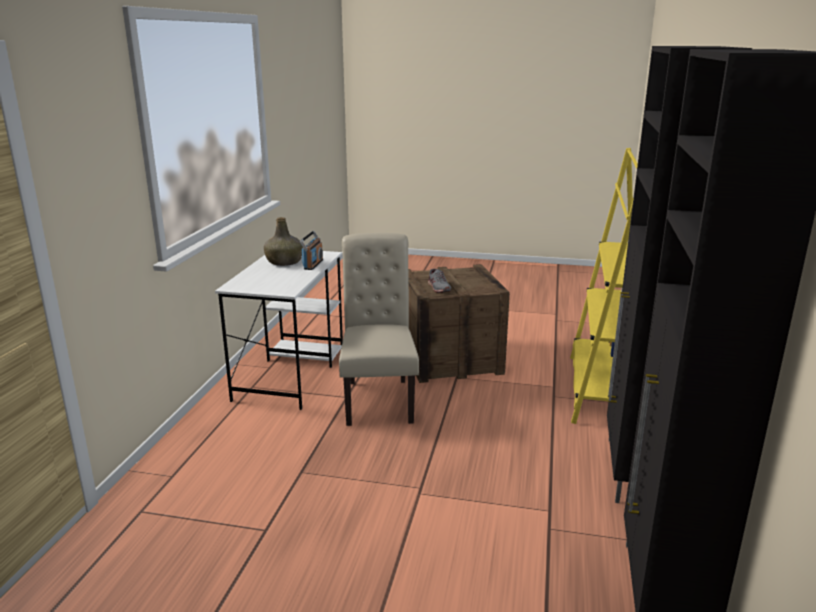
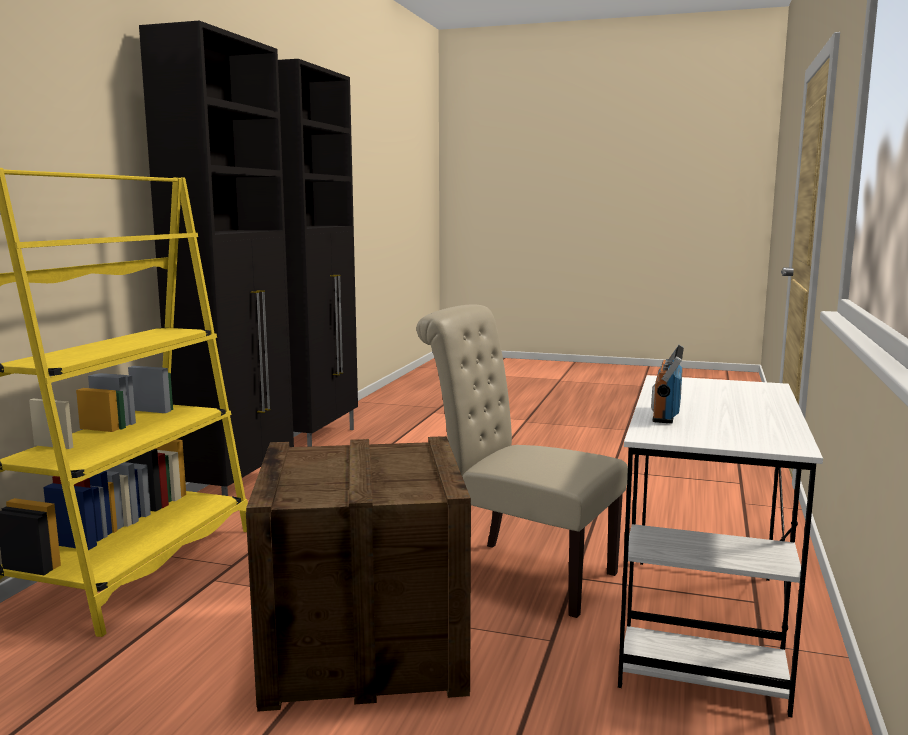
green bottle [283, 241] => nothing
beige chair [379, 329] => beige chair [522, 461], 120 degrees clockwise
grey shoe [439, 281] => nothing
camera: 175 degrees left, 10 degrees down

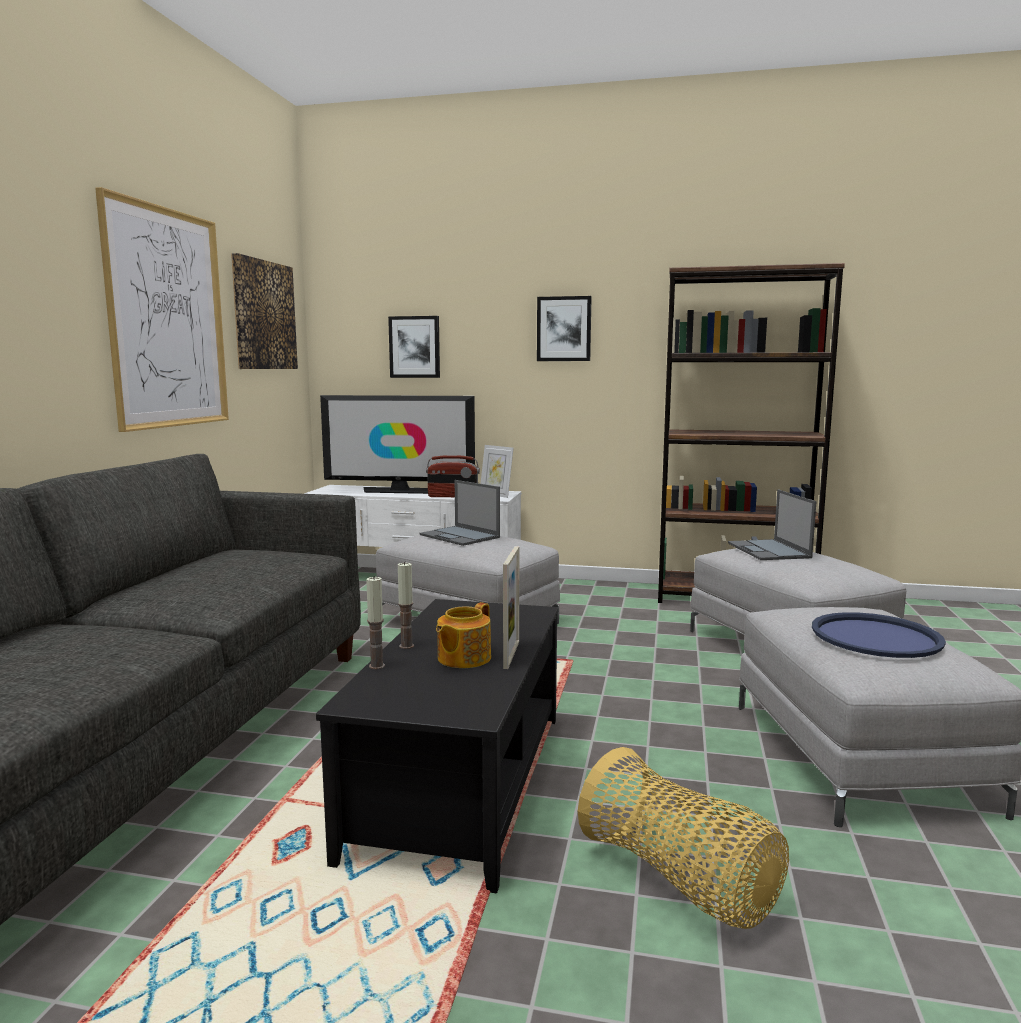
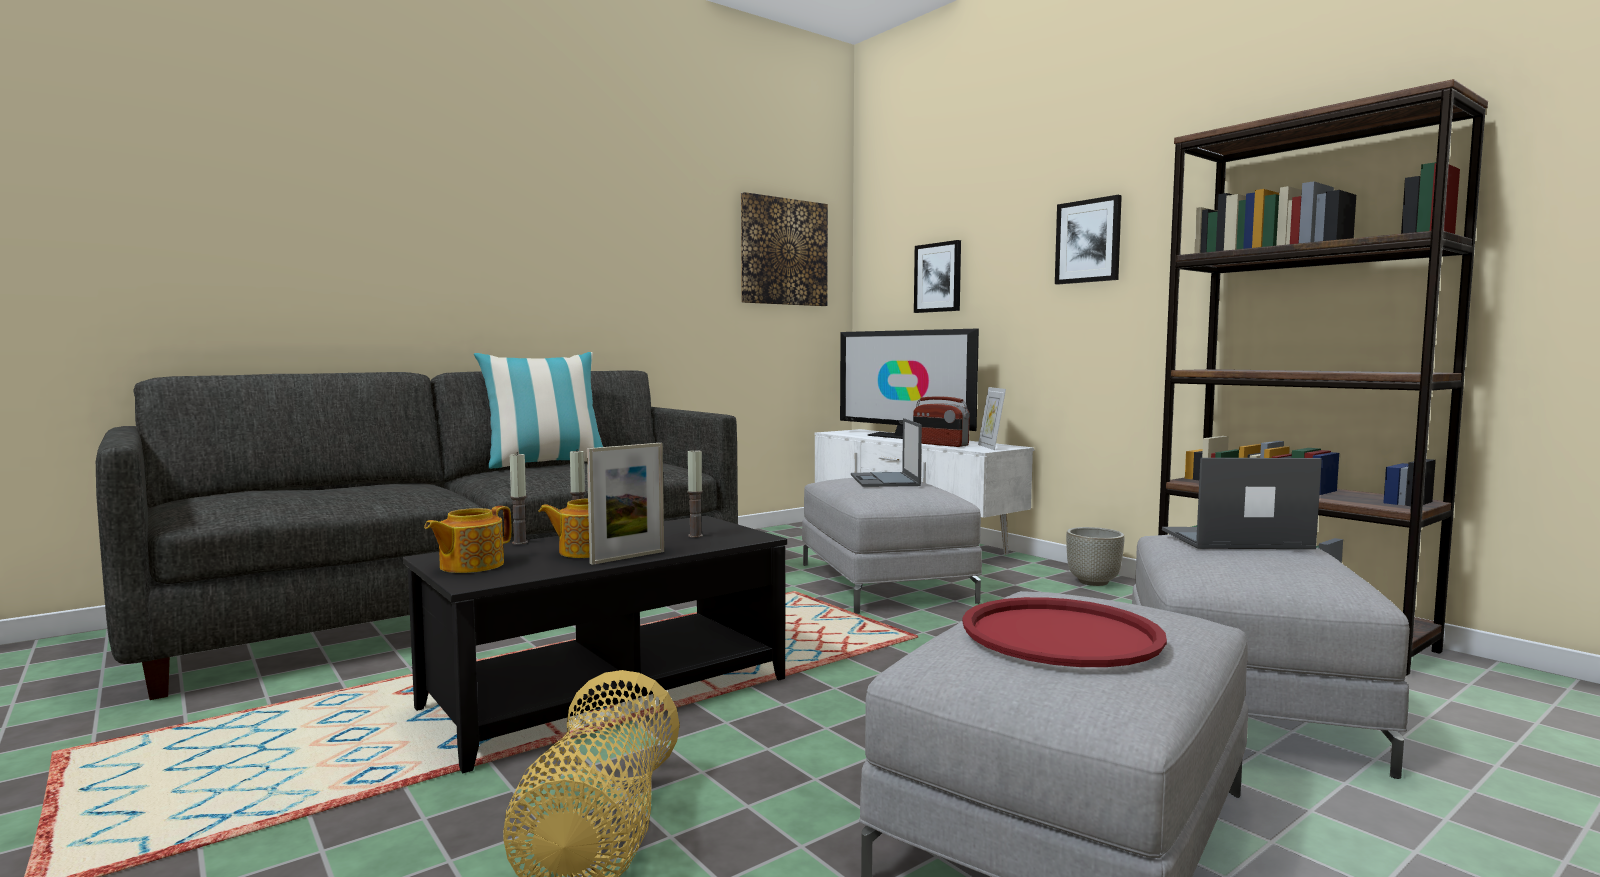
picture [162, 309] => nothing
laptop [772, 524] => laptop [1242, 503], 60 degrees clockwise
blue tray [879, 635] => red tray [1064, 632]
nothing => pillow [538, 410]
nothing => candle [695, 493]
nothing => teapot [467, 539]
nothing => grey planter [1095, 556]
camera: 40 degrees right, 5 degrees down

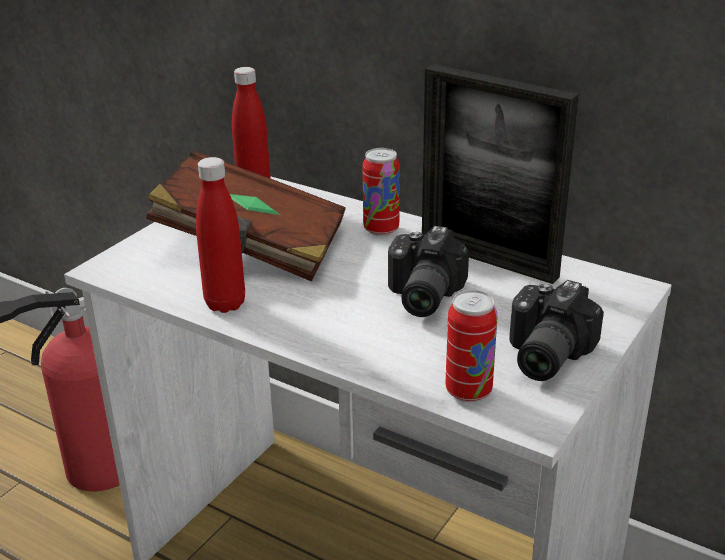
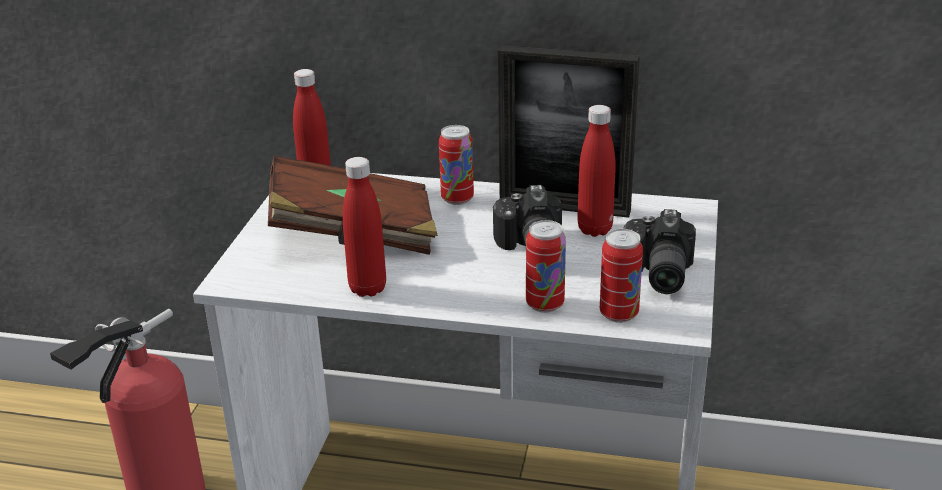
nothing => red bottle [596, 171]
nothing => can [546, 266]
camera: 20 degrees left, 0 degrees up

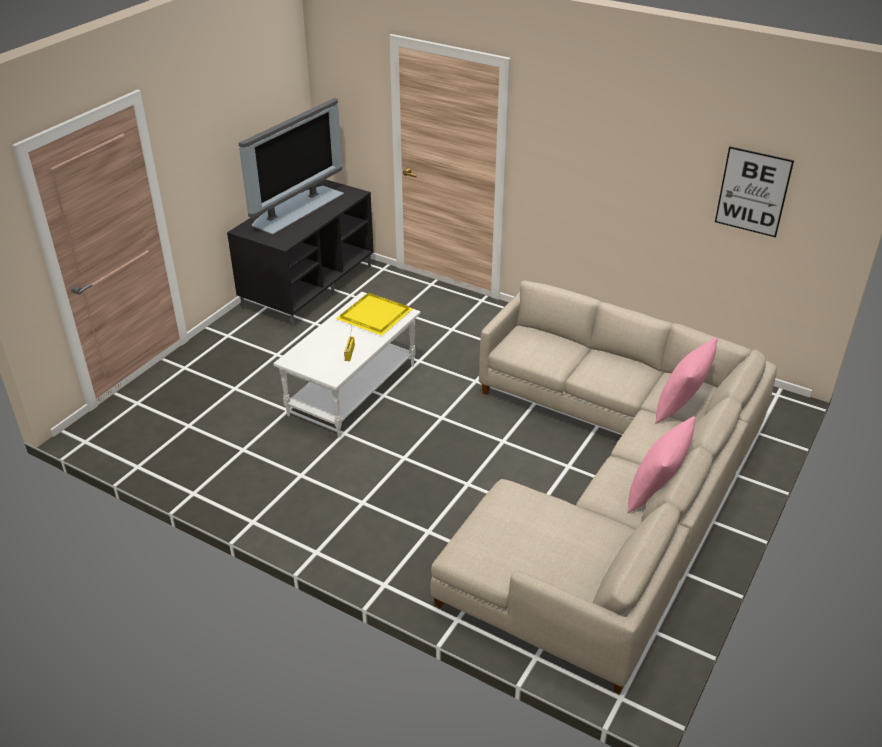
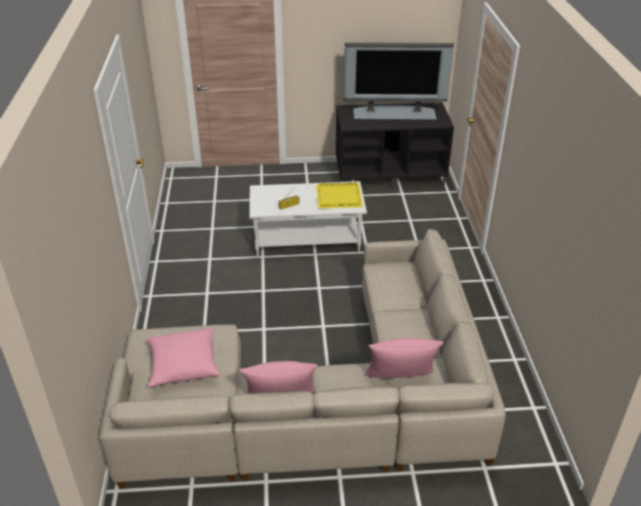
picture [754, 191] => nothing
nothing => pink pillow [183, 357]
camera: 55 degrees right, 0 degrees up

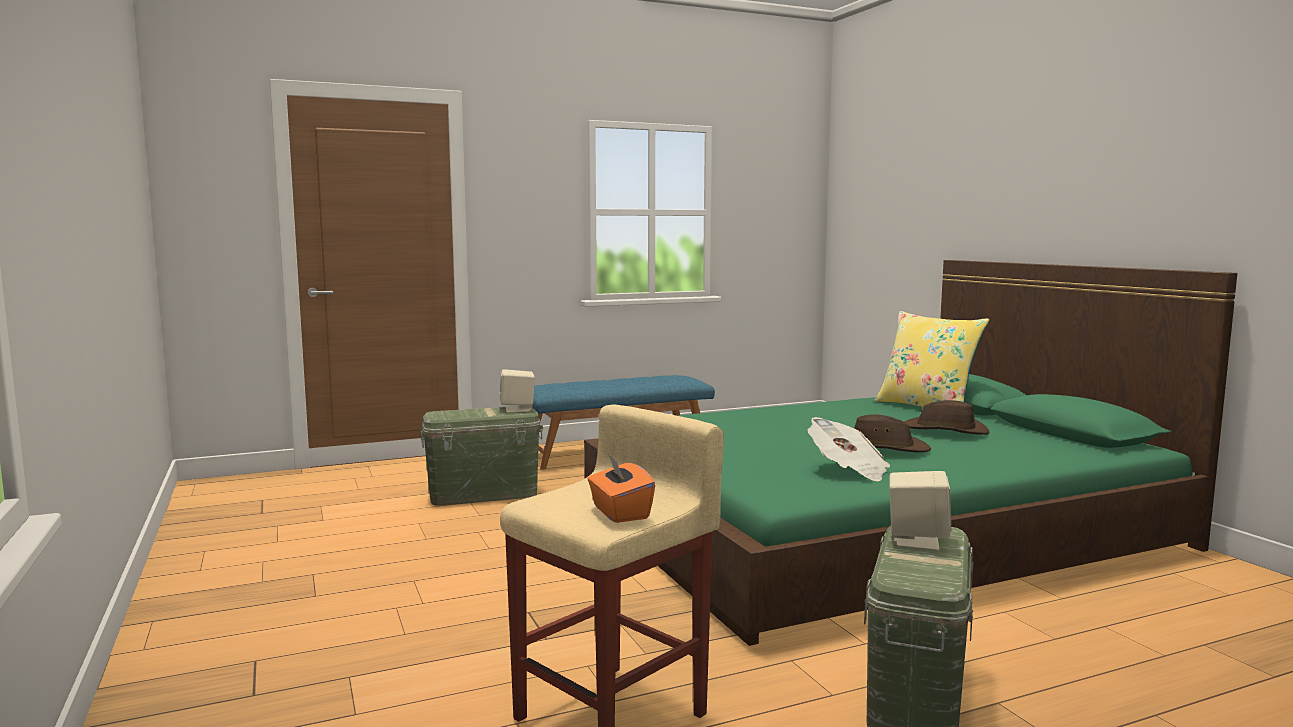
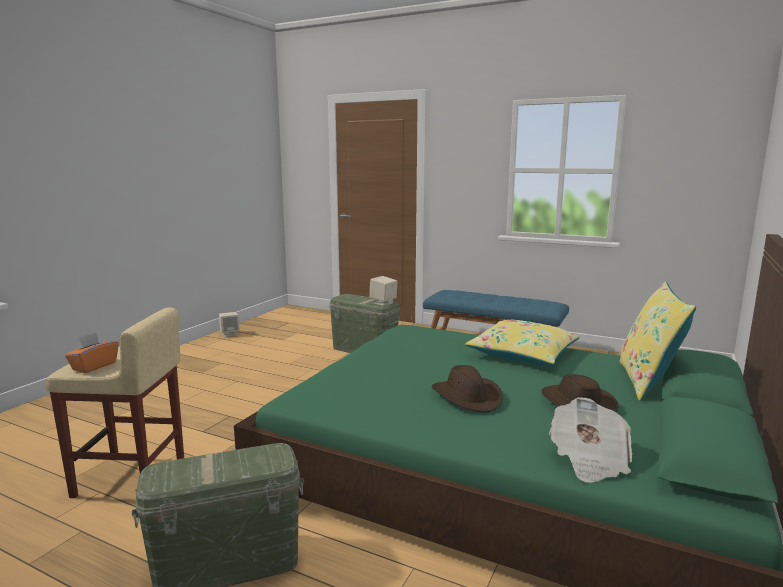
newspaper [849, 449] => newspaper [590, 440], shifted
beige speaker [920, 511] => beige speaker [229, 324], shifted
nothing => yellow pillow [522, 342]
camera: 50 degrees right, 5 degrees up

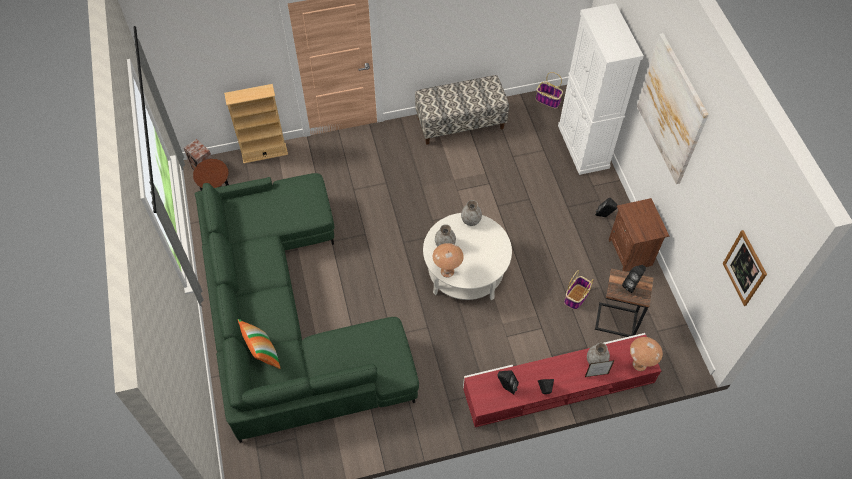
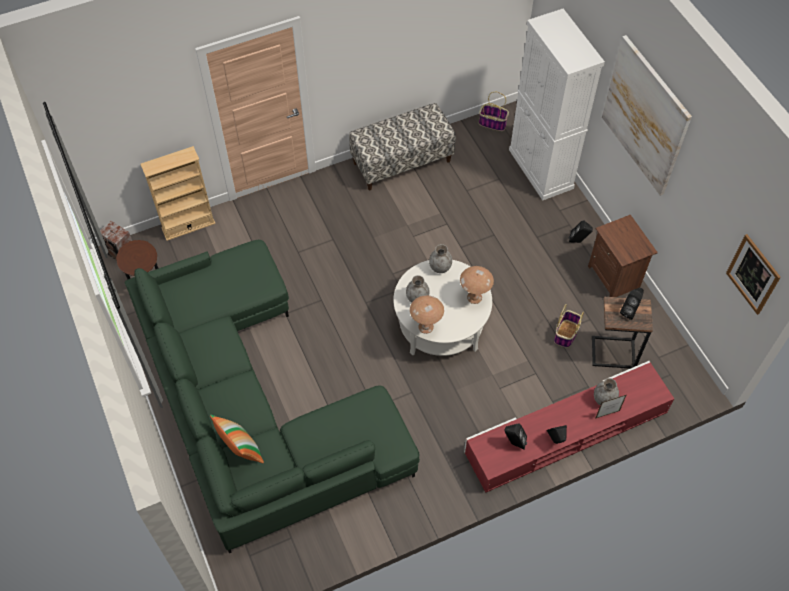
brown table lamp [646, 354] => brown table lamp [477, 285], shifted
camera: 10 degrees left, 0 degrees up

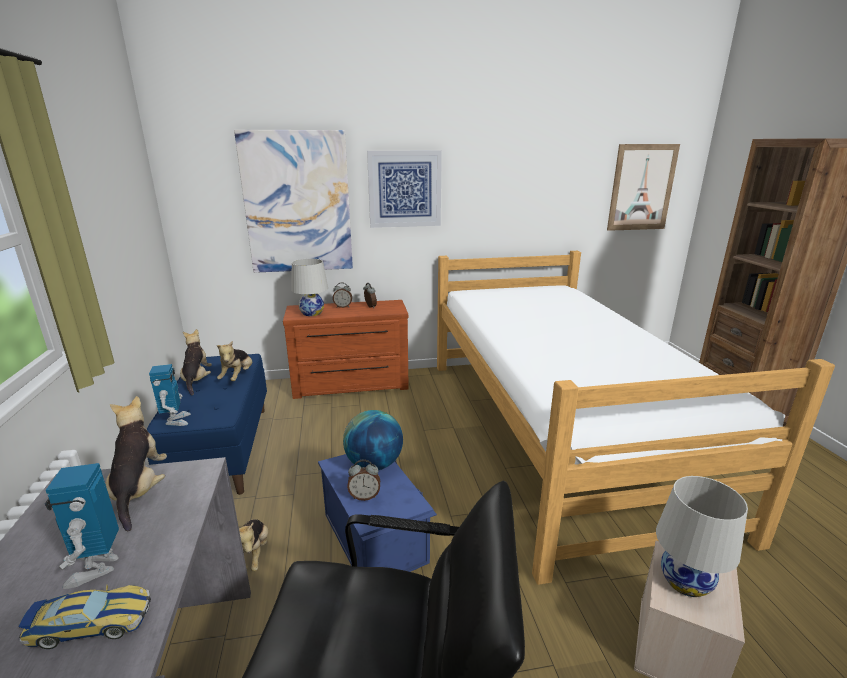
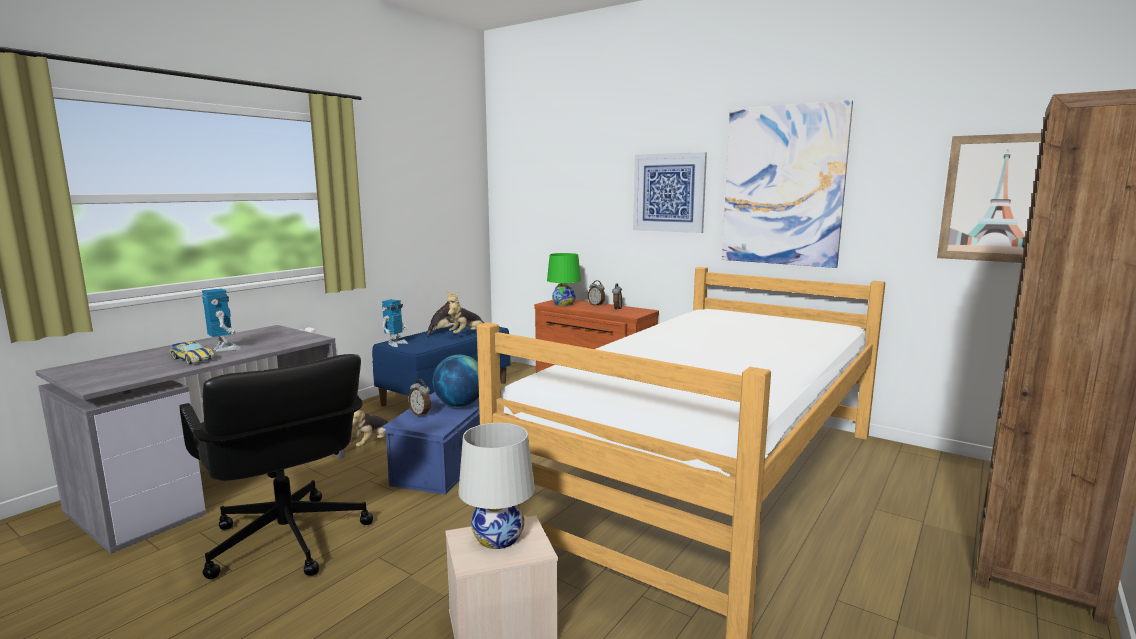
picture [293, 201] => picture [787, 184], shifted
white table lamp [309, 287] => green table lamp [564, 279]
plush toy [136, 463] => nothing
toy robot [82, 526] => toy robot [222, 320], 105 degrees clockwise
camera: 45 degrees right, 10 degrees down

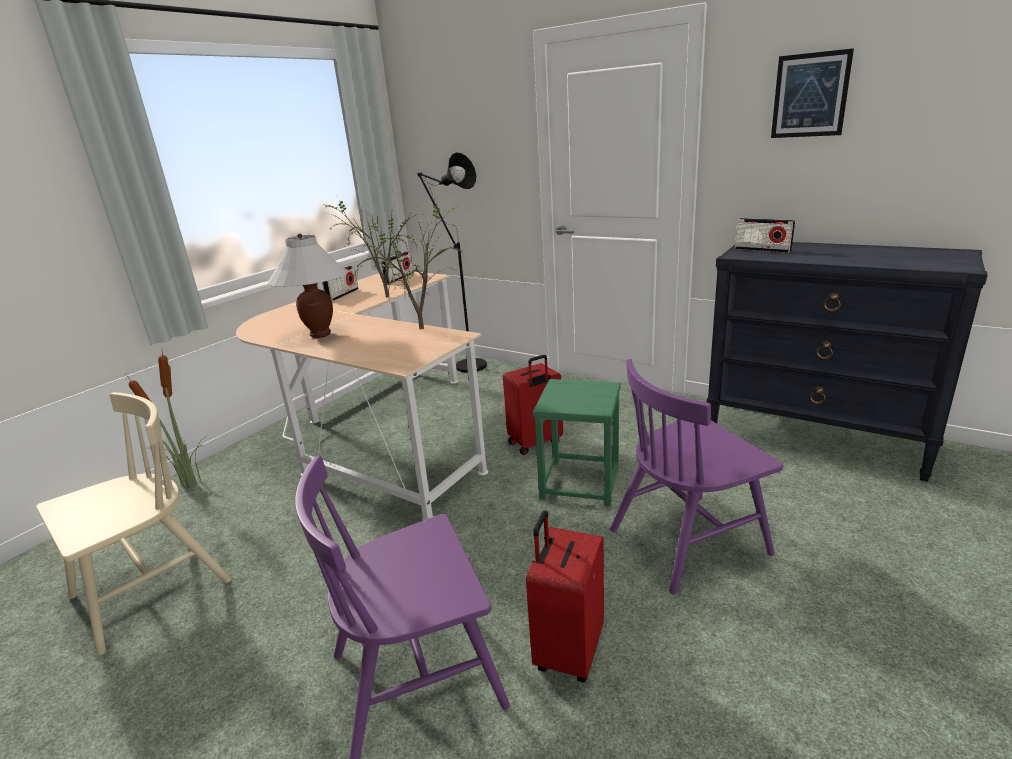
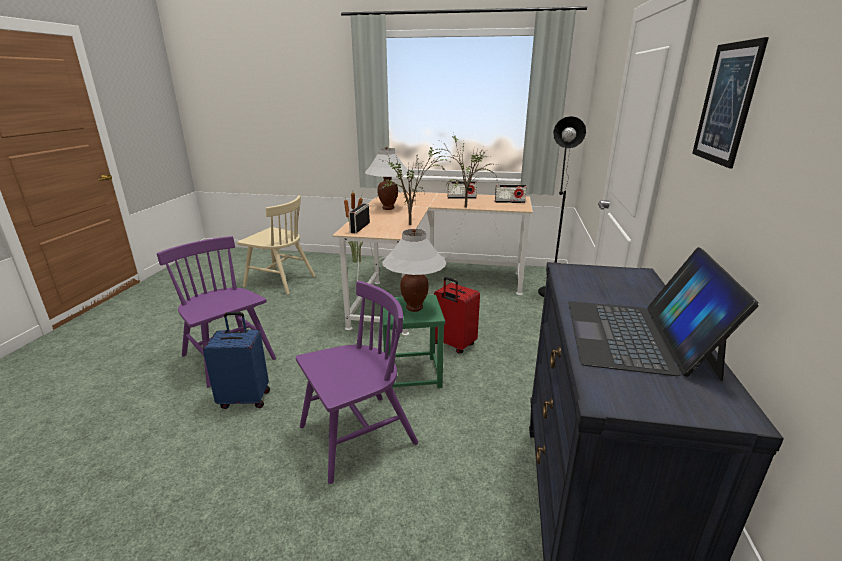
radio [765, 235] => radio [359, 218], shifted
purple chair [696, 477] => purple chair [357, 382], 105 degrees clockwise
red suitcase [565, 596] => blue suitcase [236, 360]
nothing => white table lamp [414, 270]
nothing => laptop [663, 314]
camera: 65 degrees right, 0 degrees up

